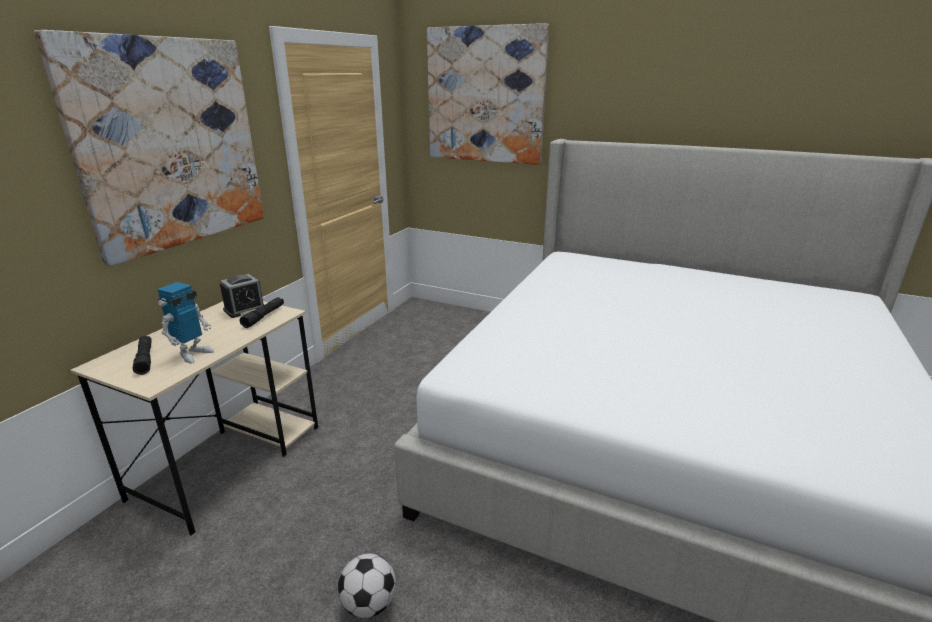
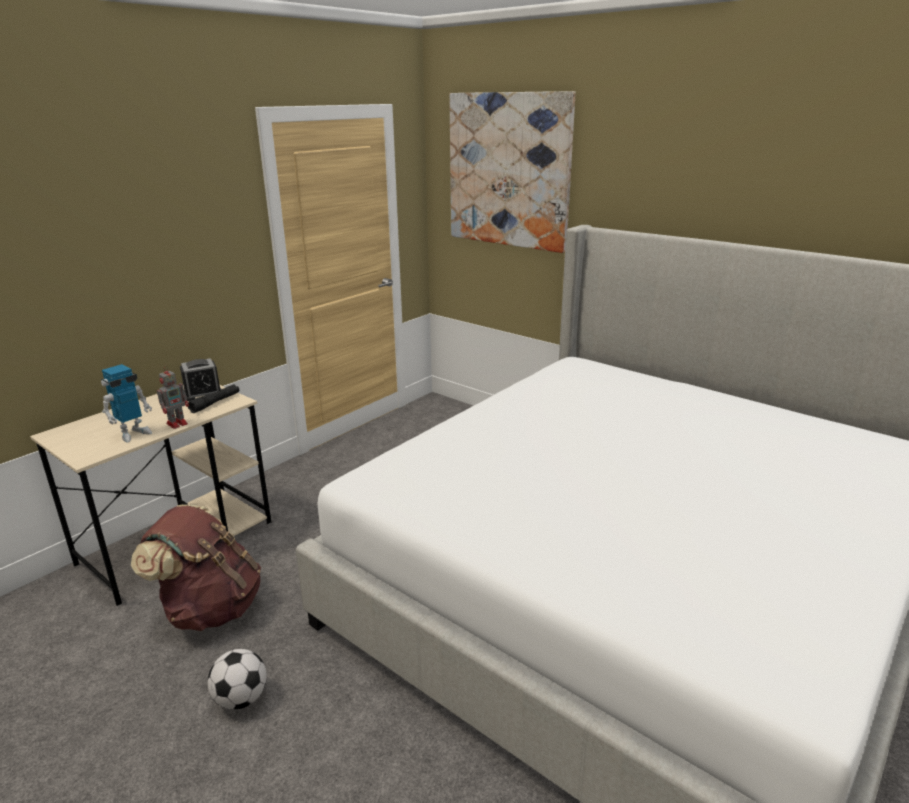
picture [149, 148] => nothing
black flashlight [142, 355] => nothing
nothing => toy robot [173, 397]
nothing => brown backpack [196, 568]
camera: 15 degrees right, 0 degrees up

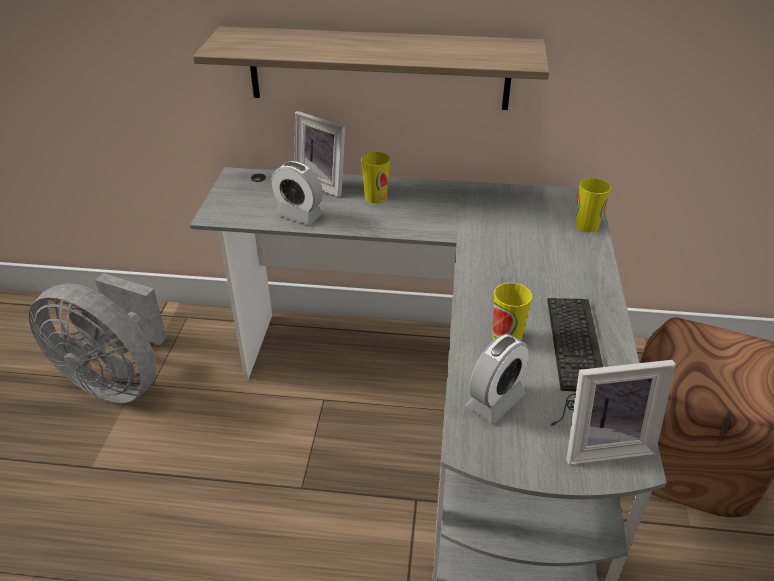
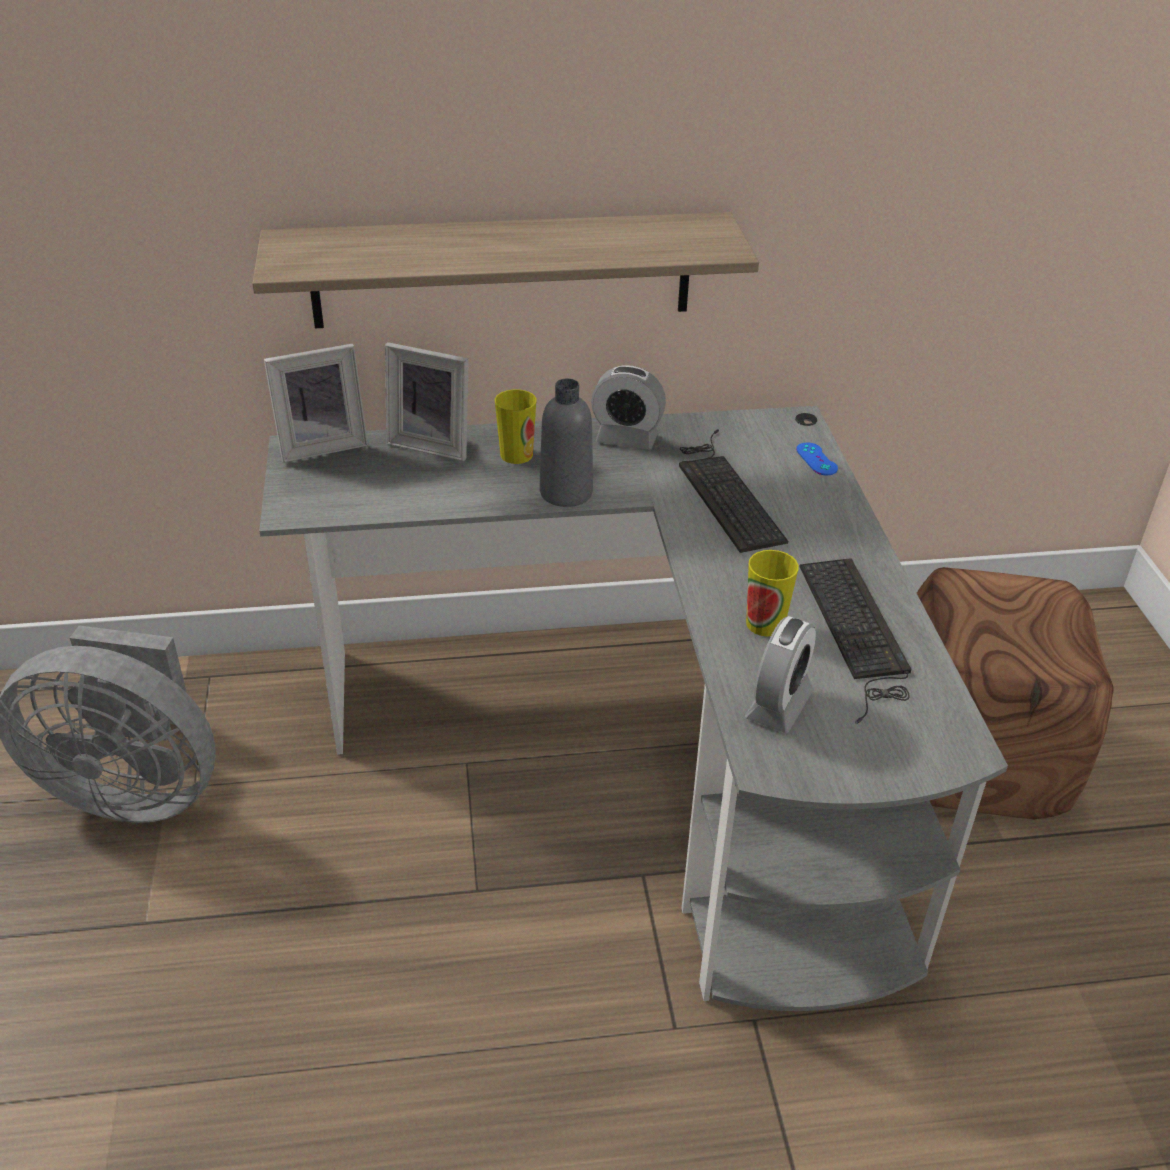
alarm clock [297, 193] => alarm clock [628, 407], shifted
cup [593, 205] => blue game controller [817, 459]
picture frame [621, 412] => picture frame [316, 403], shifted
nothing => grey bottle [566, 442]
nothing => keyboard [733, 491]
camera: 15 degrees left, 0 degrees up

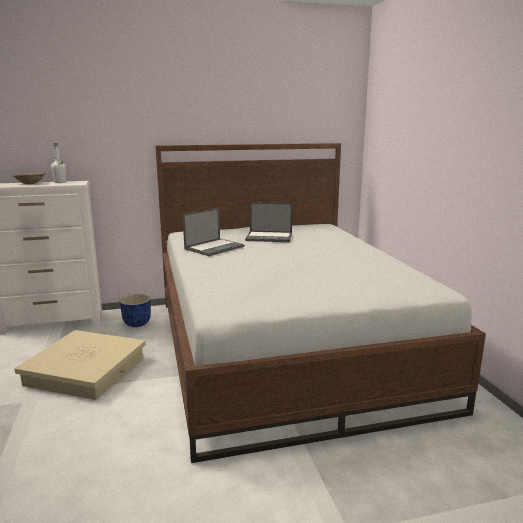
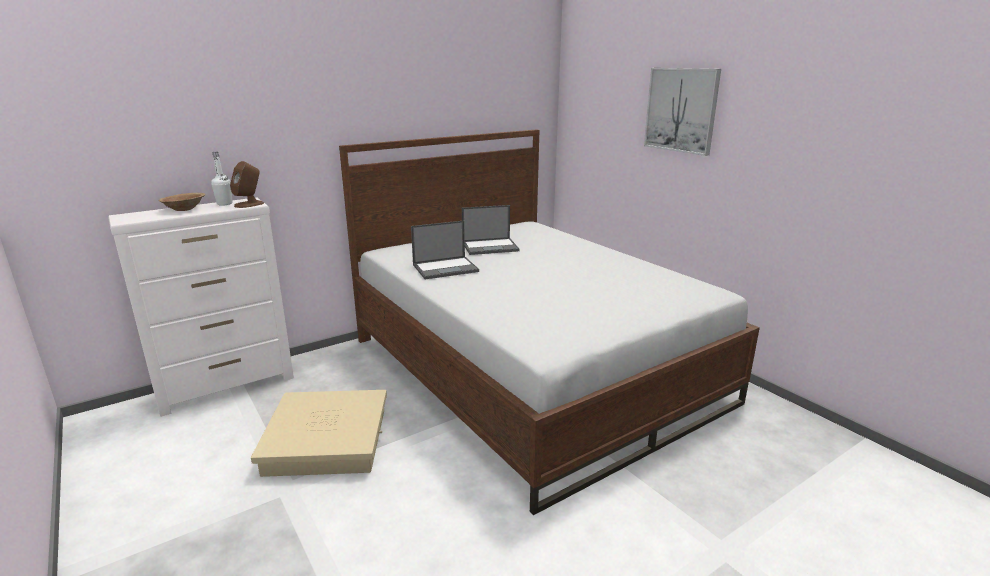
laptop [213, 232] => laptop [445, 249], 45 degrees clockwise
planter [135, 310] => nothing
nothing => picture [682, 112]
nothing => brown speaker [247, 184]
camera: 20 degrees left, 5 degrees up

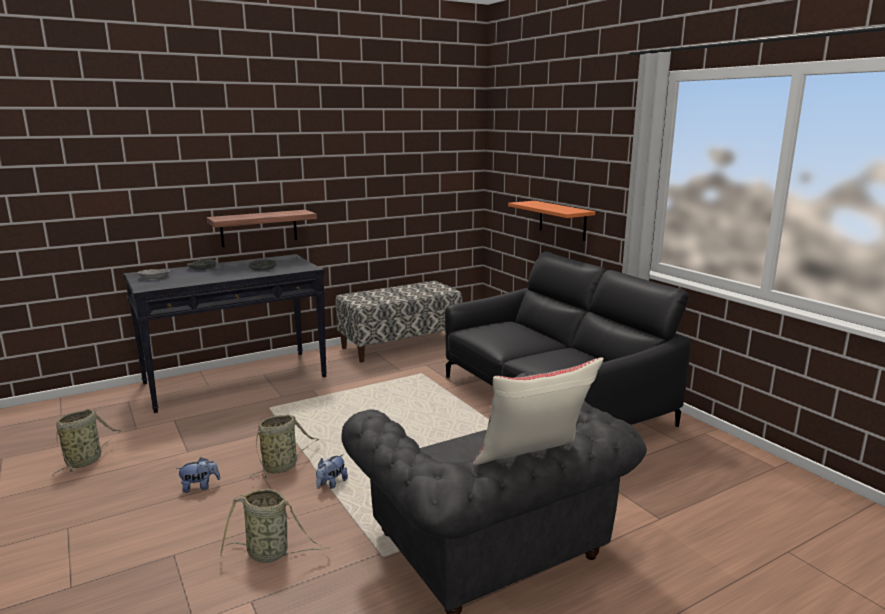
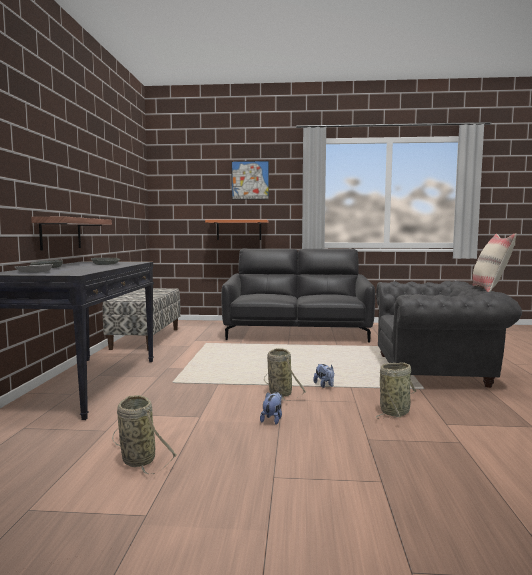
nothing => picture [250, 180]
camera: 55 degrees left, 10 degrees down

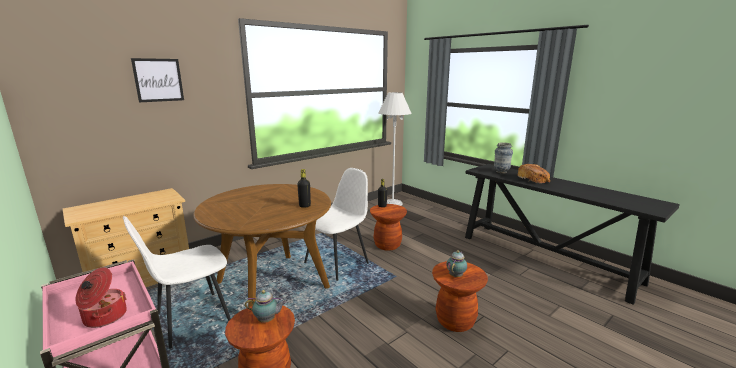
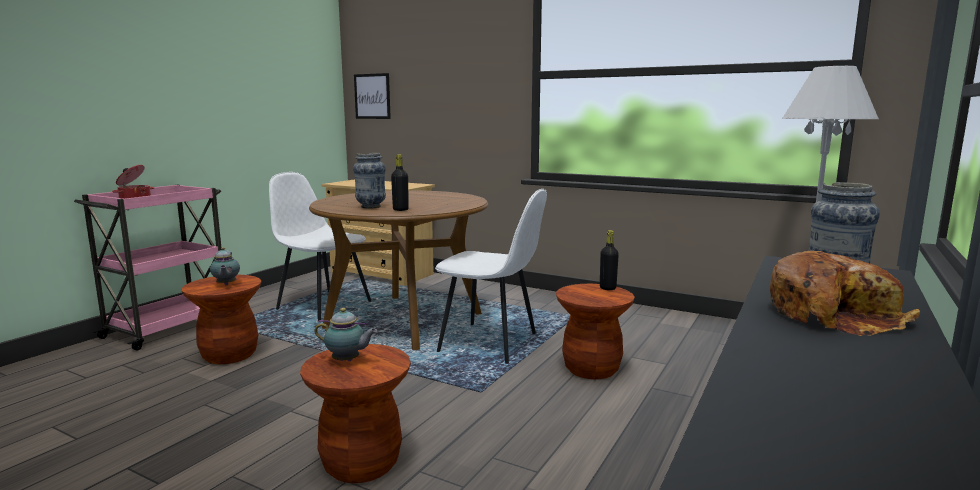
picture [157, 80] => picture [372, 96], shifted
nothing => vase [369, 181]
camera: 70 degrees right, 5 degrees down

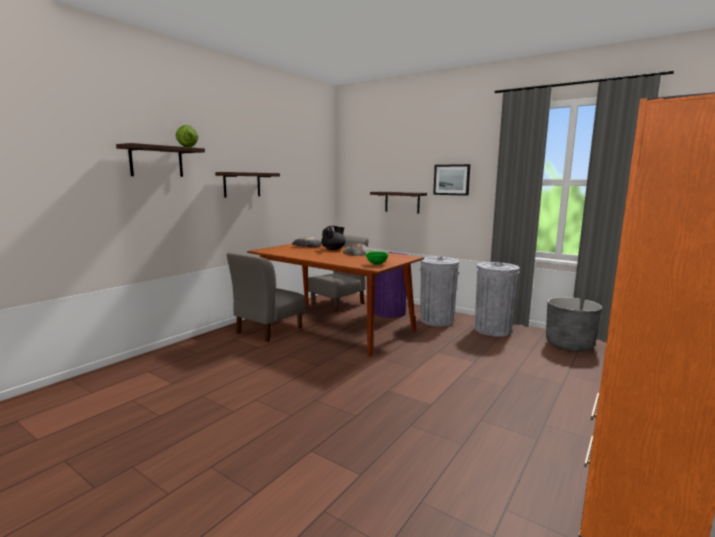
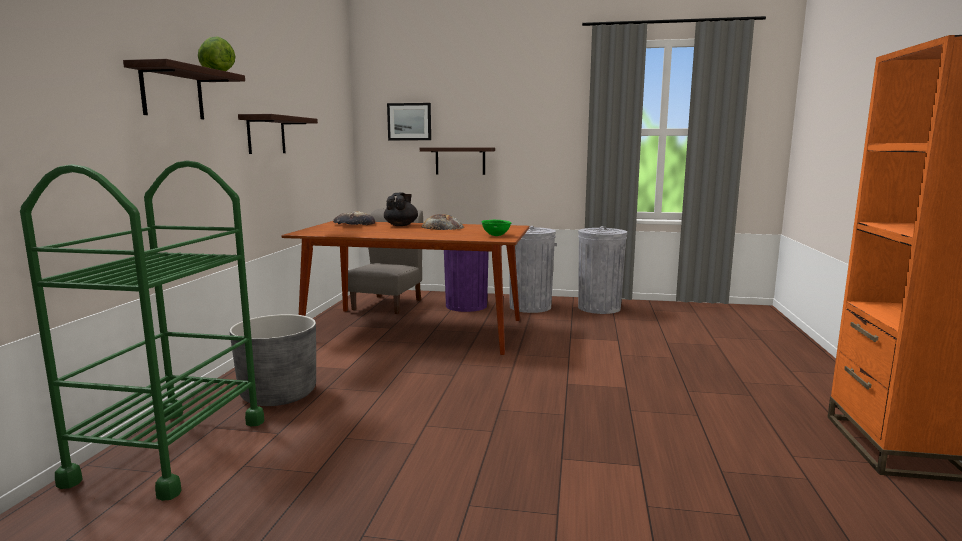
picture [451, 180] => picture [409, 121], shifted
grey chair [266, 297] => nothing
grey planter [574, 324] => grey planter [272, 360], shifted
nothing => green cart [142, 330]
camera: 25 degrees left, 0 degrees up

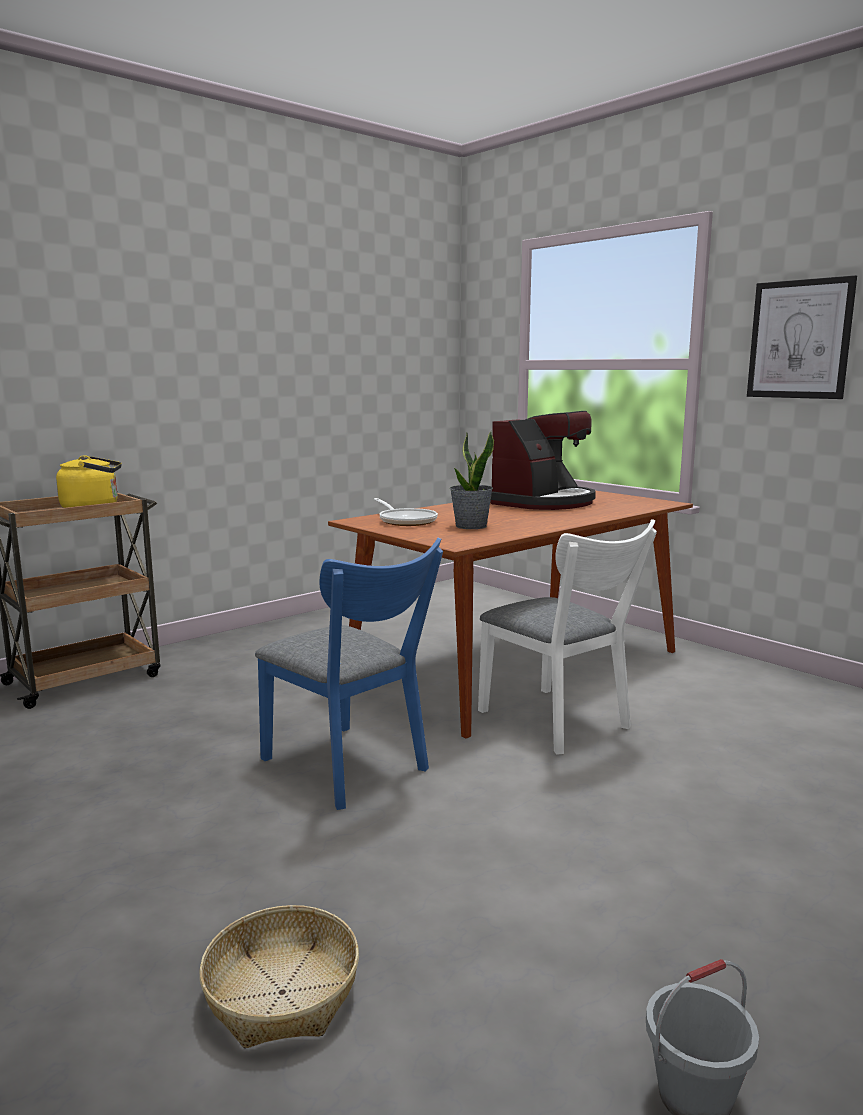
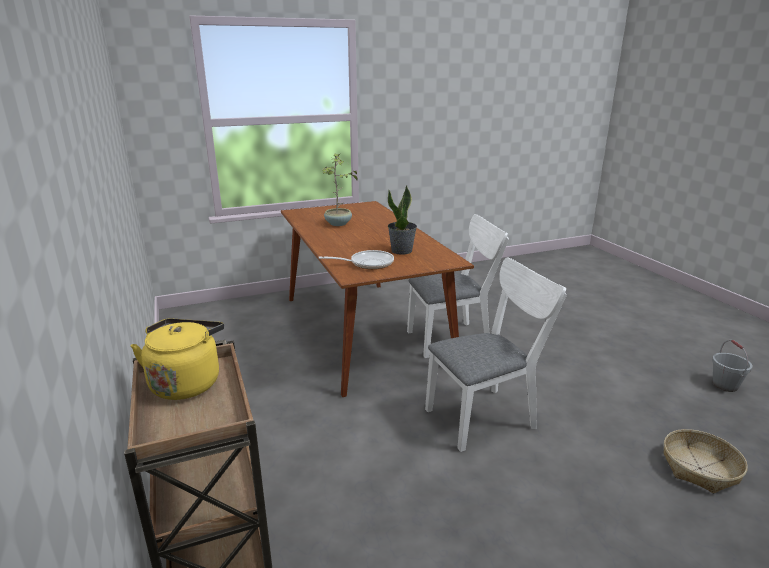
picture [802, 337] => nothing
coffee machine [543, 460] => potted plant [341, 189]
blue chair [349, 674] => white chair [496, 355]
camera: 70 degrees left, 10 degrees up

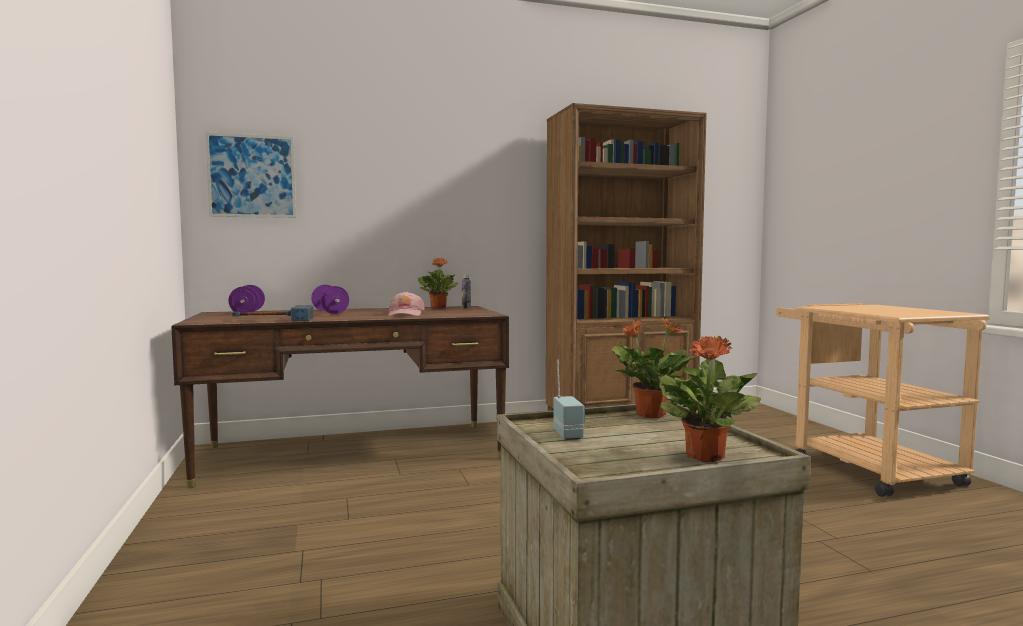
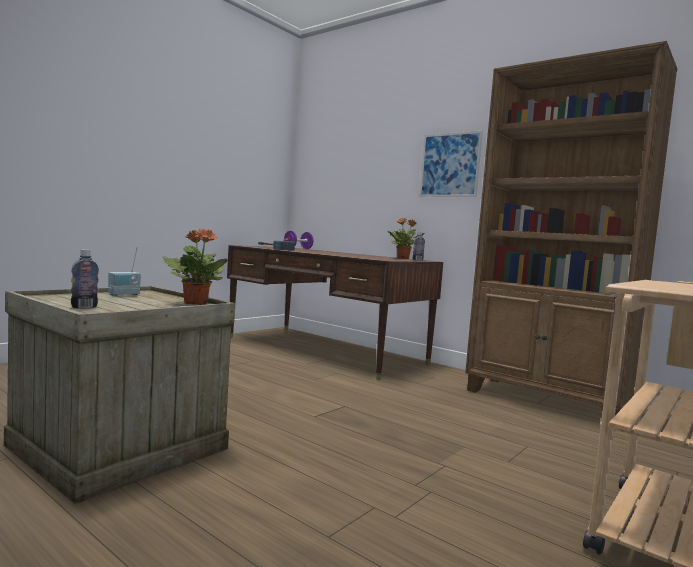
picture [250, 175] => picture [451, 163], shifted
purple dumbbell [330, 299] => nothing
pink cap [407, 303] => nothing
potted plant [710, 399] => bottle [85, 279]
camera: 55 degrees right, 0 degrees up

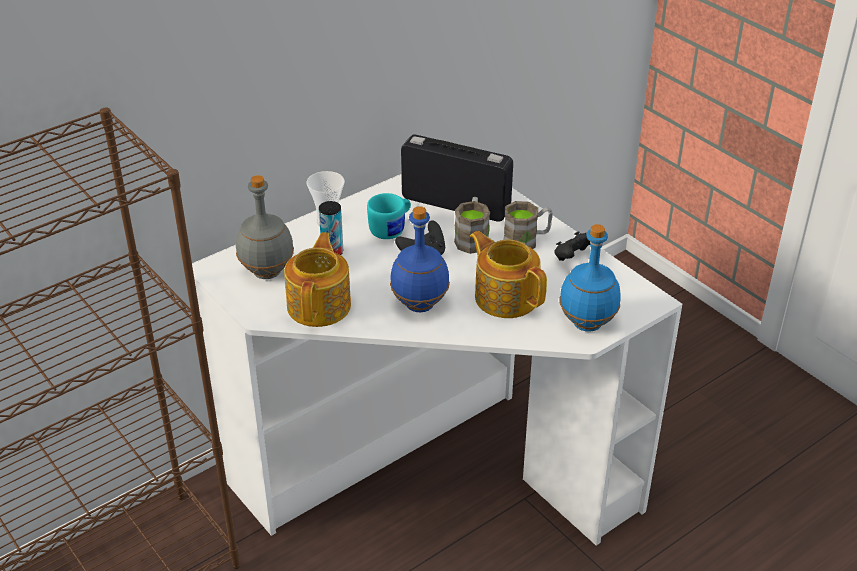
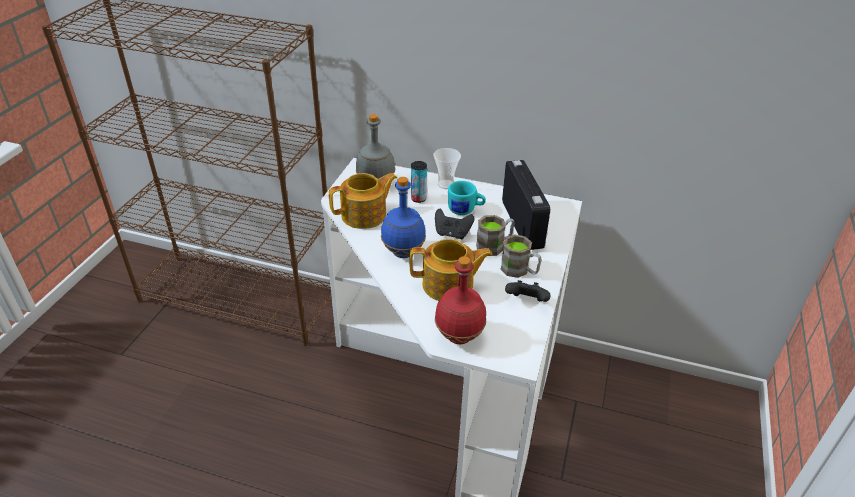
blue bottle [590, 278] => red bottle [460, 300]
teapot [508, 274] => teapot [451, 270], 75 degrees clockwise
camera: 55 degrees right, 0 degrees up

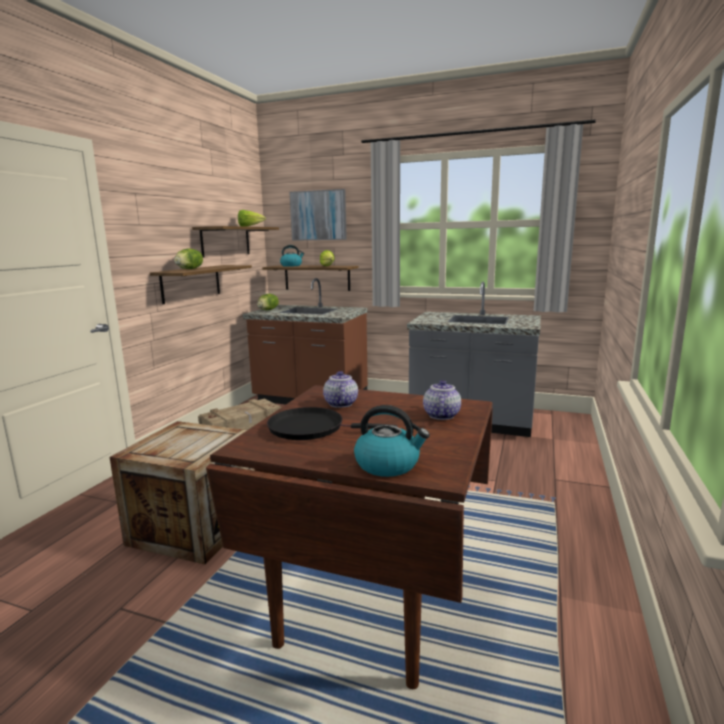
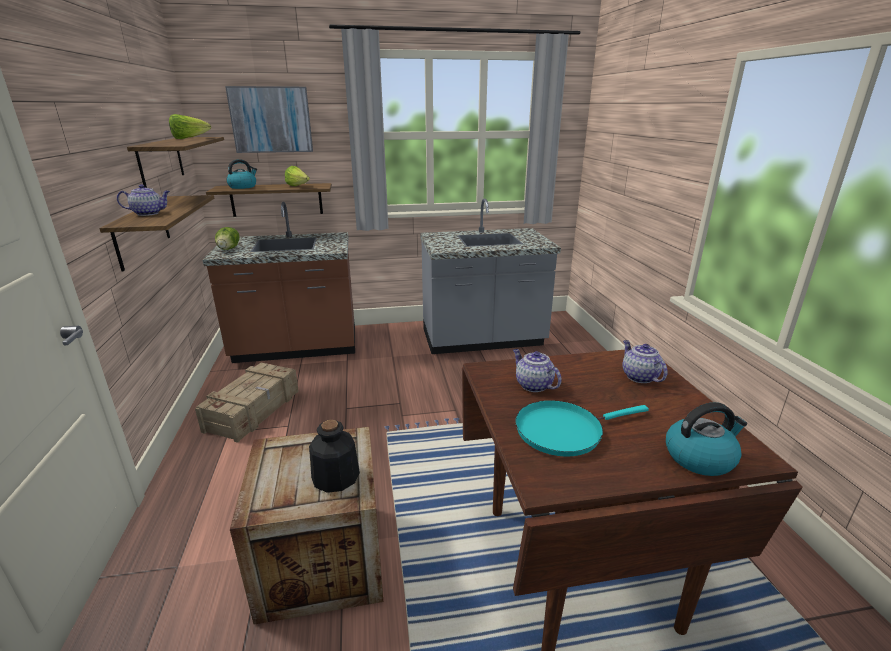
lettuce [188, 258] => teapot [143, 200]
black frying pan [332, 423] => turquoise frying pan [582, 428]
nothing => bottle [334, 456]
camera: 30 degrees left, 10 degrees up

